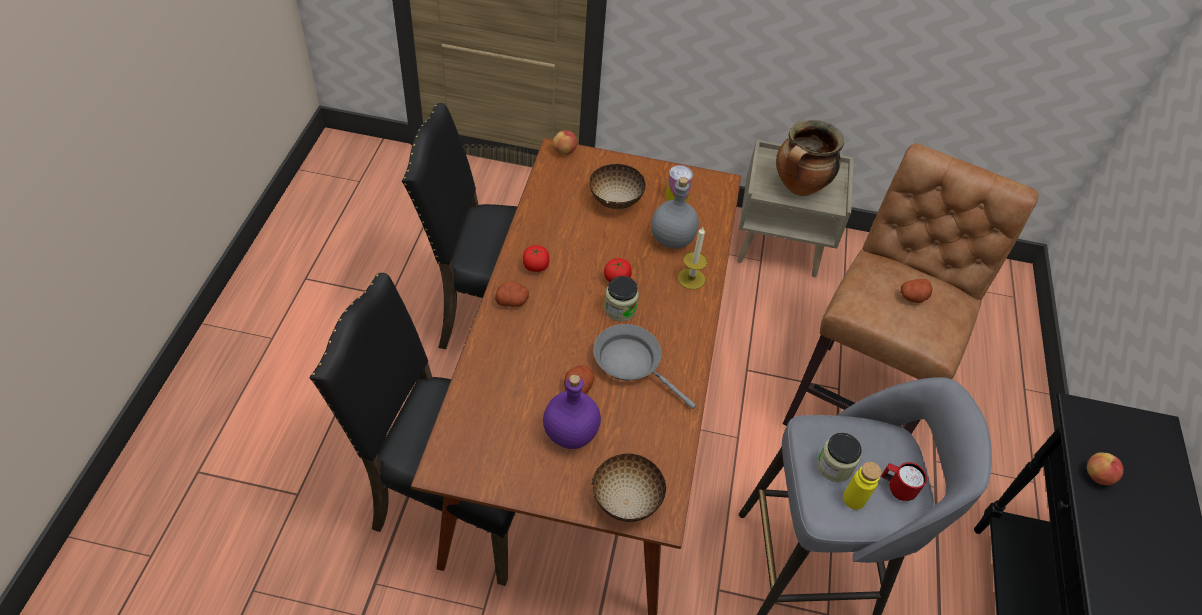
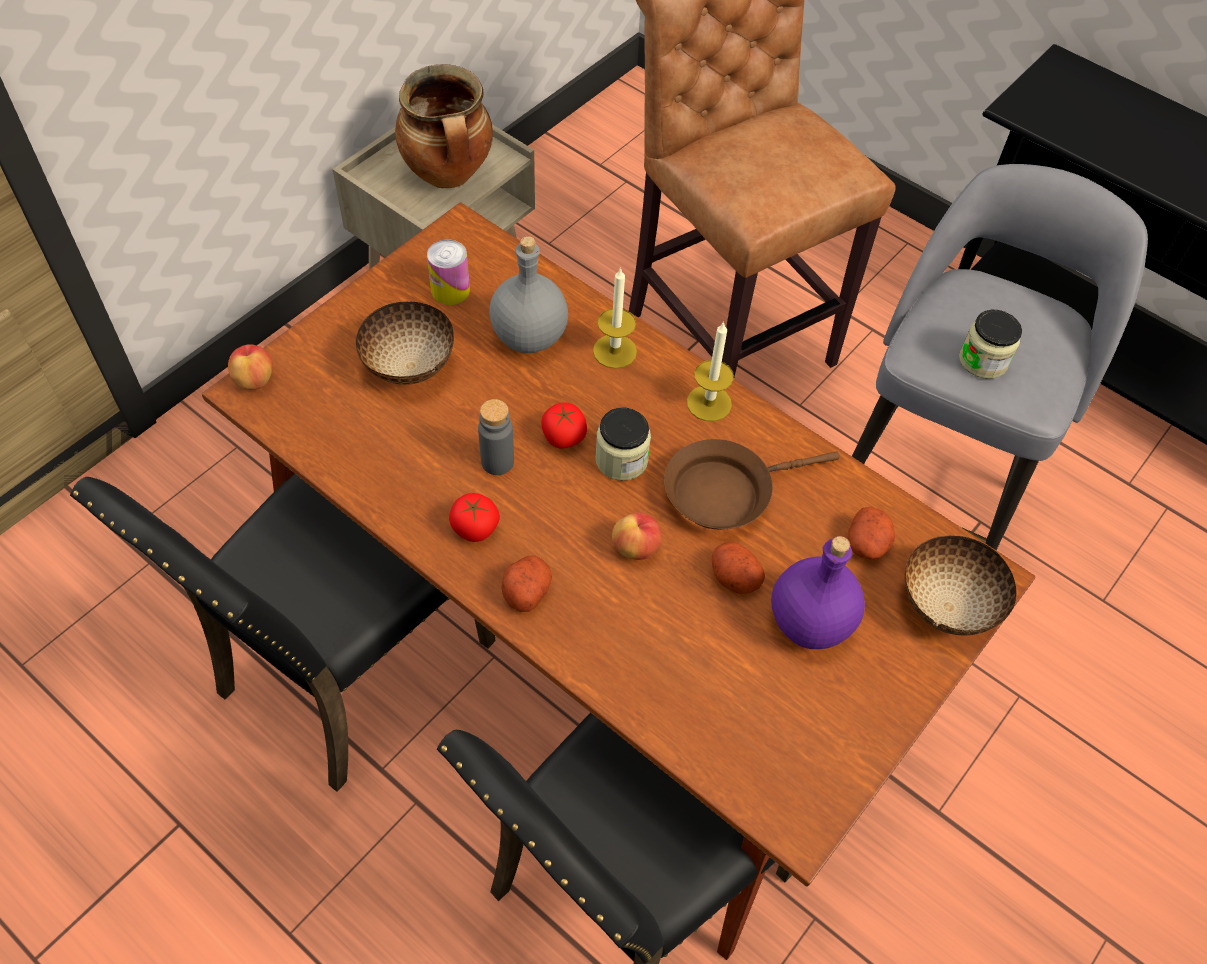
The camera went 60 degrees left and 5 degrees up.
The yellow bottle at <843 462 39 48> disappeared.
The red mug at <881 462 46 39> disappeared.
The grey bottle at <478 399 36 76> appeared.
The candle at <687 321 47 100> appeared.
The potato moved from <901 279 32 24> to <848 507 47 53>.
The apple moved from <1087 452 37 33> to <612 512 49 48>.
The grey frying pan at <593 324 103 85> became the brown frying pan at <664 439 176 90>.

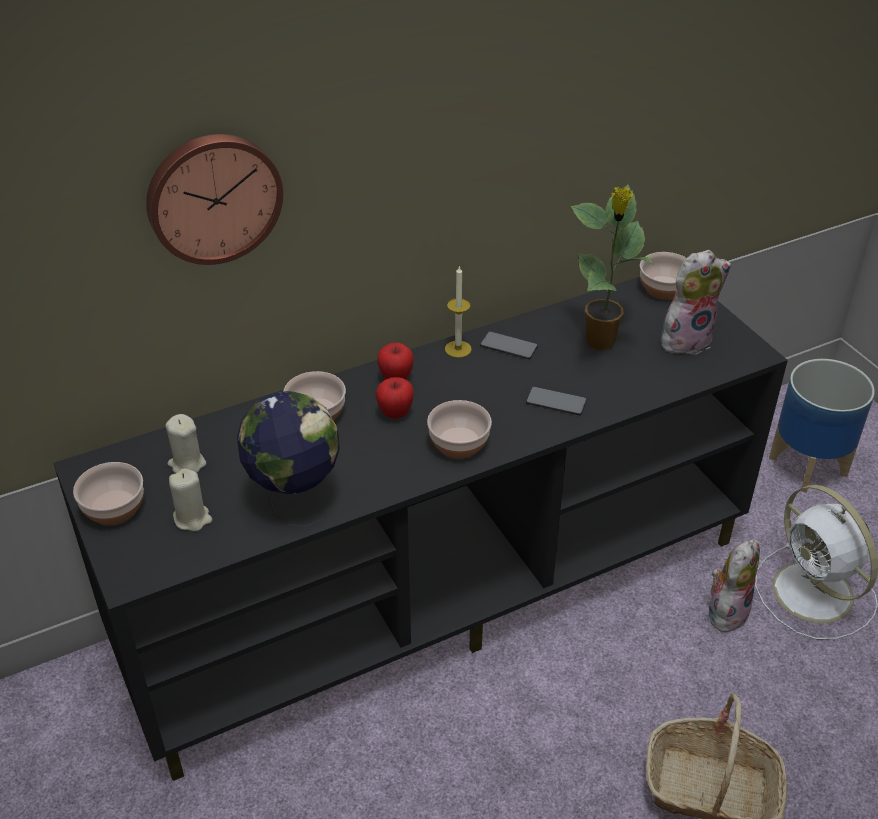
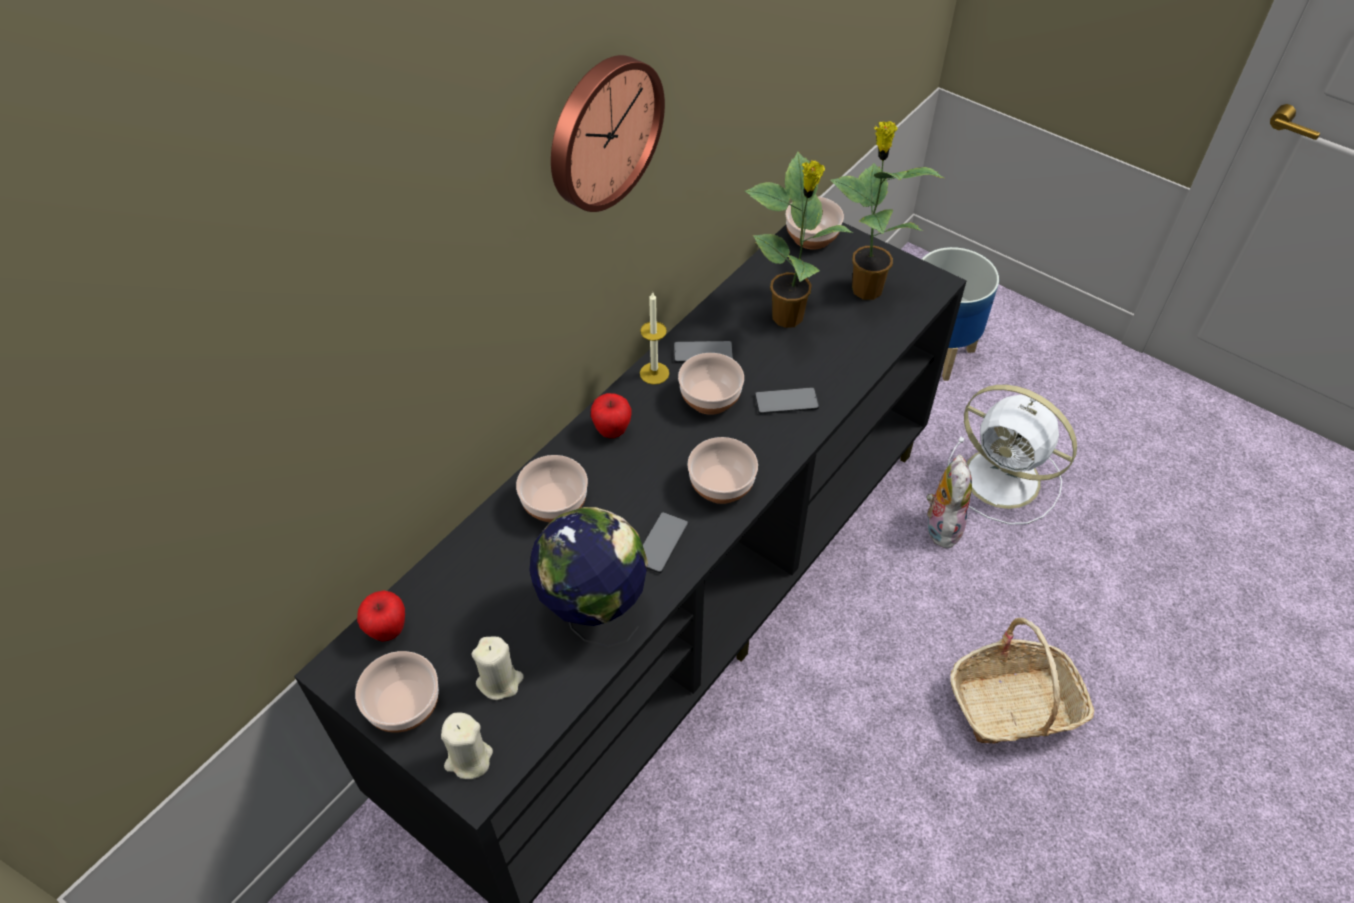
The camera went 25 degrees left and 10 degrees up.
The phone at <643 512 46 61> appeared.
The bowl at <678 353 66 62> appeared.
The wall clock moved from <146 134 137 131> to <551 55 114 157>.
The beige candle moved from <165 414 41 59> to <441 713 52 66>.
The apple moved from <376 377 38 42> to <357 590 48 52>.
The plush toy at <661 250 70 105> was replaced by the potted plant at <830 121 114 179>.

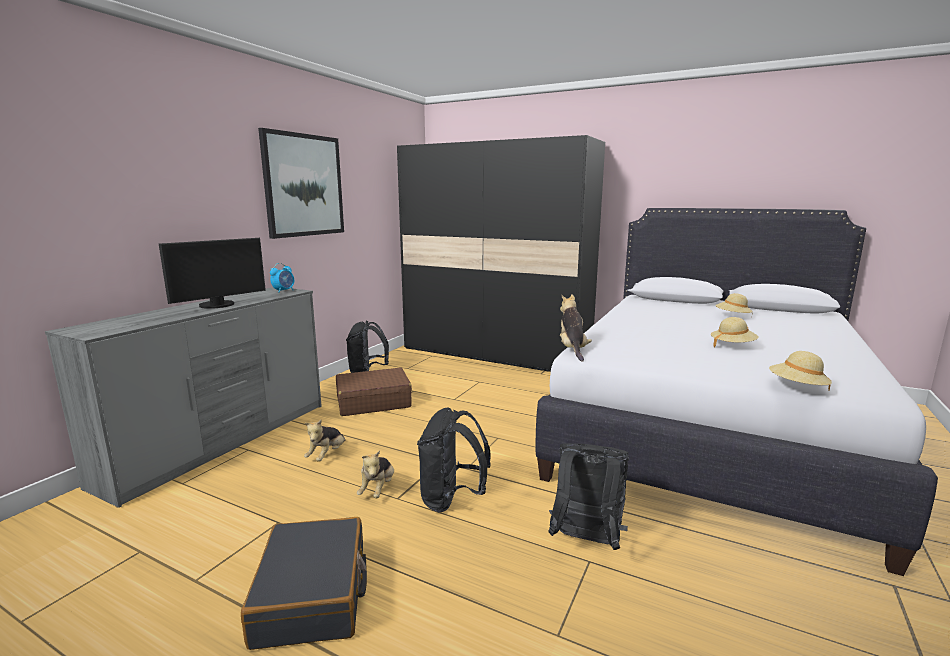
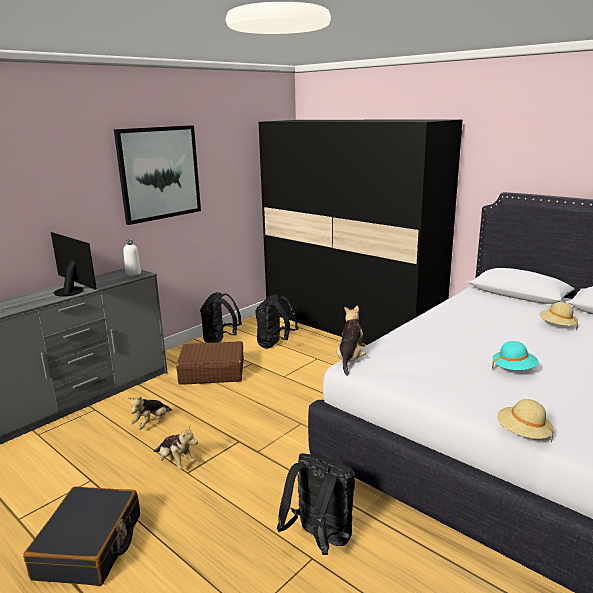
The camera went 15 degrees right and 5 degrees up.
The black backpack moved from <417 408 74 104> to <255 294 43 55>.
The alarm clock at <270 263 24 30> was replaced by the white bottle at <123 239 18 37>.
The beige hat at <711 317 48 30> became the turquoise hat at <492 341 47 29>.
The monitor at <159 238 107 71> turned 105 degrees counterclockwise.
The plush toy at <357 450 37 48> turned 75 degrees counterclockwise.

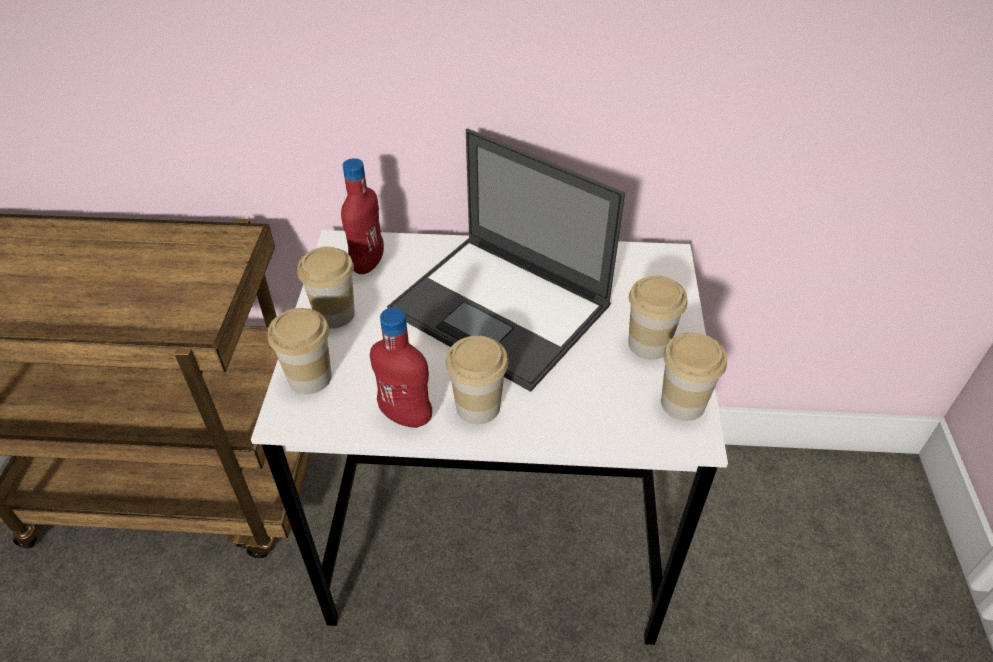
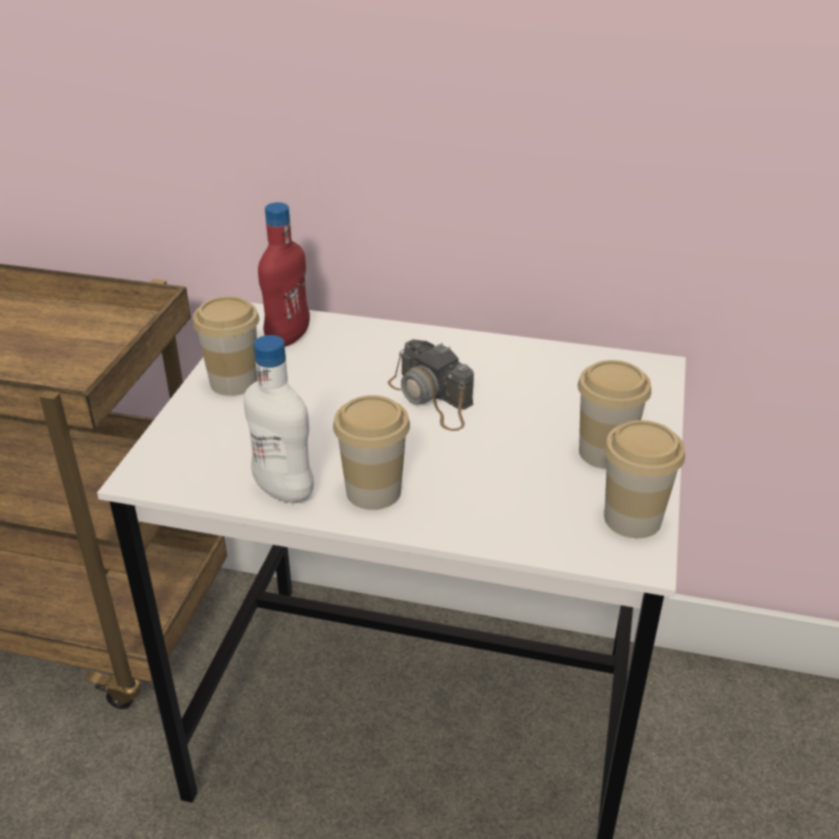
The camera went 10 degrees right and 10 degrees down.
The cup at <268 308 64 86> disappeared.
The laptop at <387 129 238 263> was replaced by the photo camera at <388 339 86 92>.
The red bottle at <370 307 62 121> became the white bottle at <244 335 70 168>.

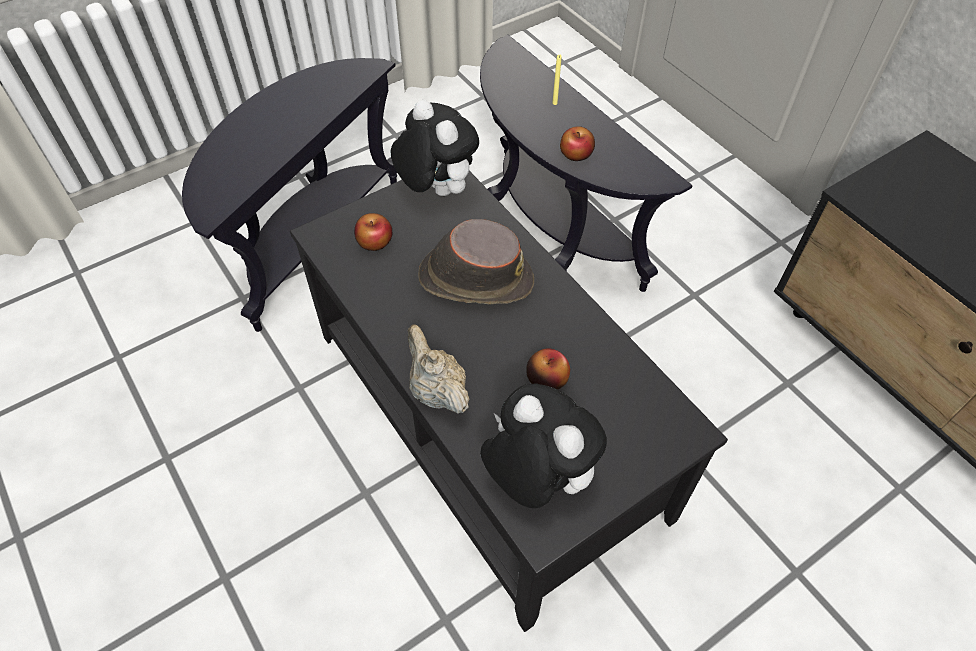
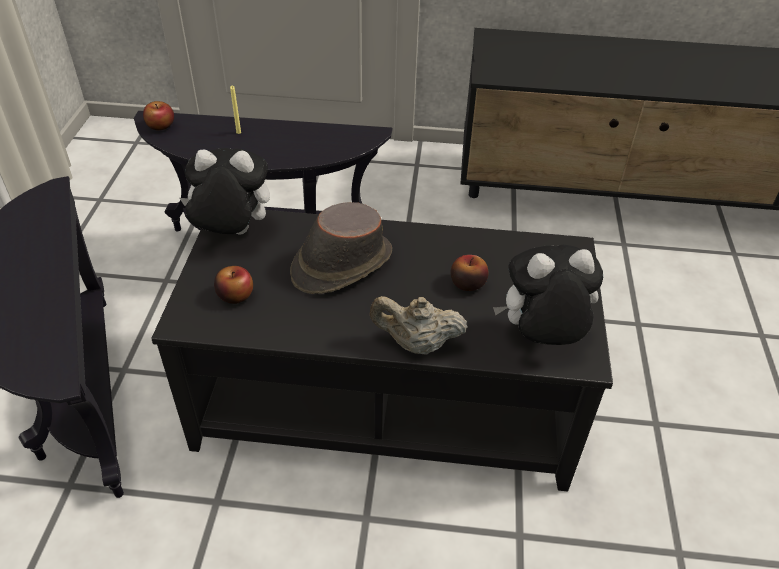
The camera went 50 degrees left and 10 degrees down.
The apple moved from <560 126 35 35> to <143 101 31 29>.

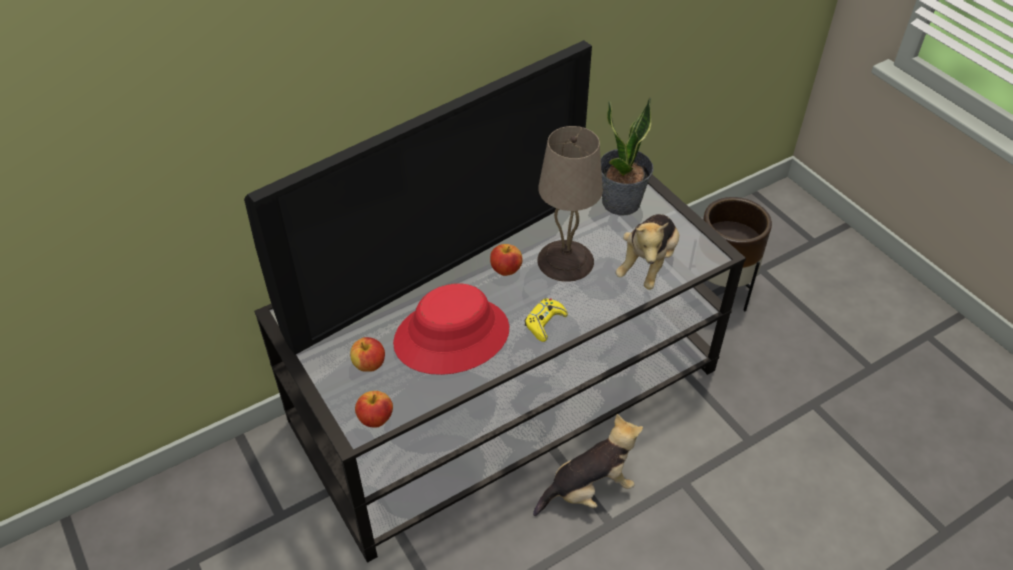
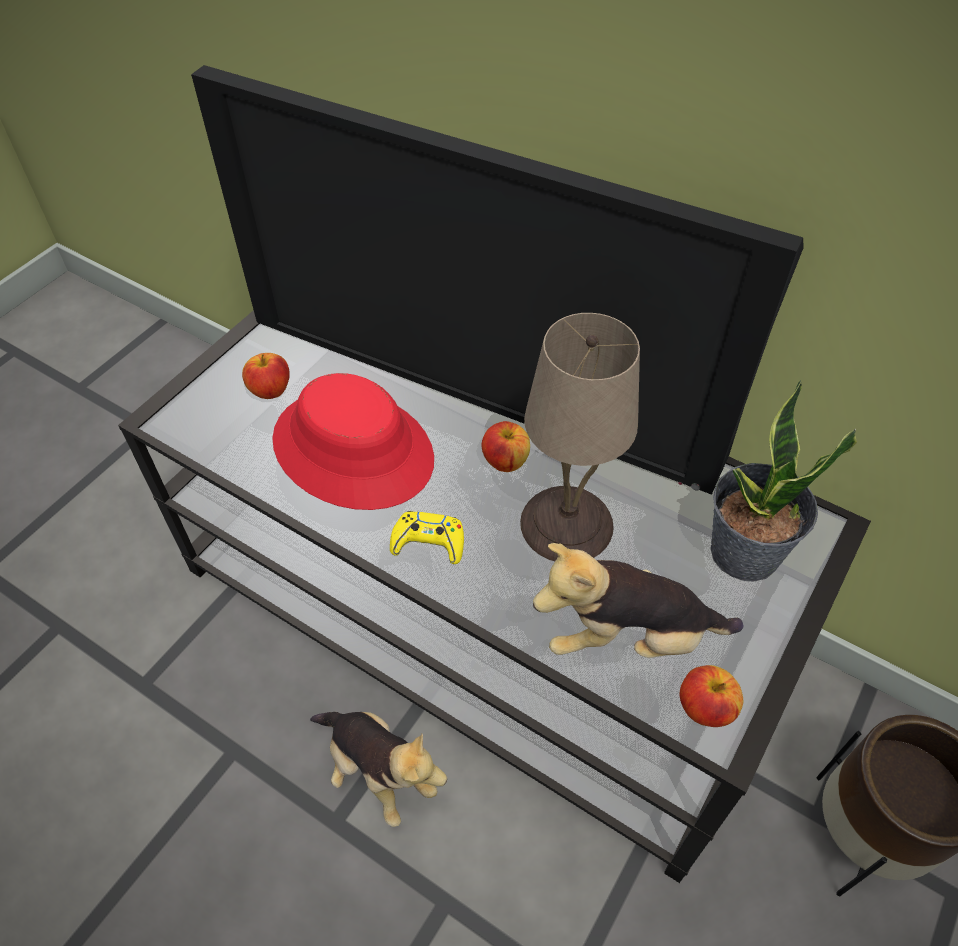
The camera went 65 degrees right and 5 degrees up.
The apple moved from <355 391 38 37> to <680 665 63 62>.

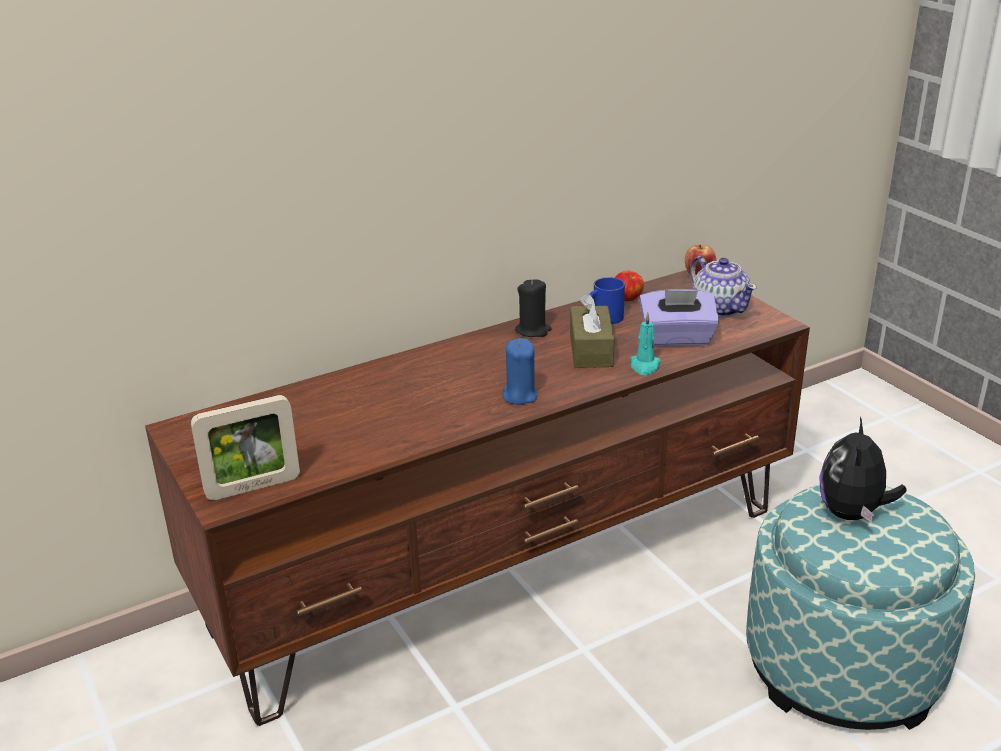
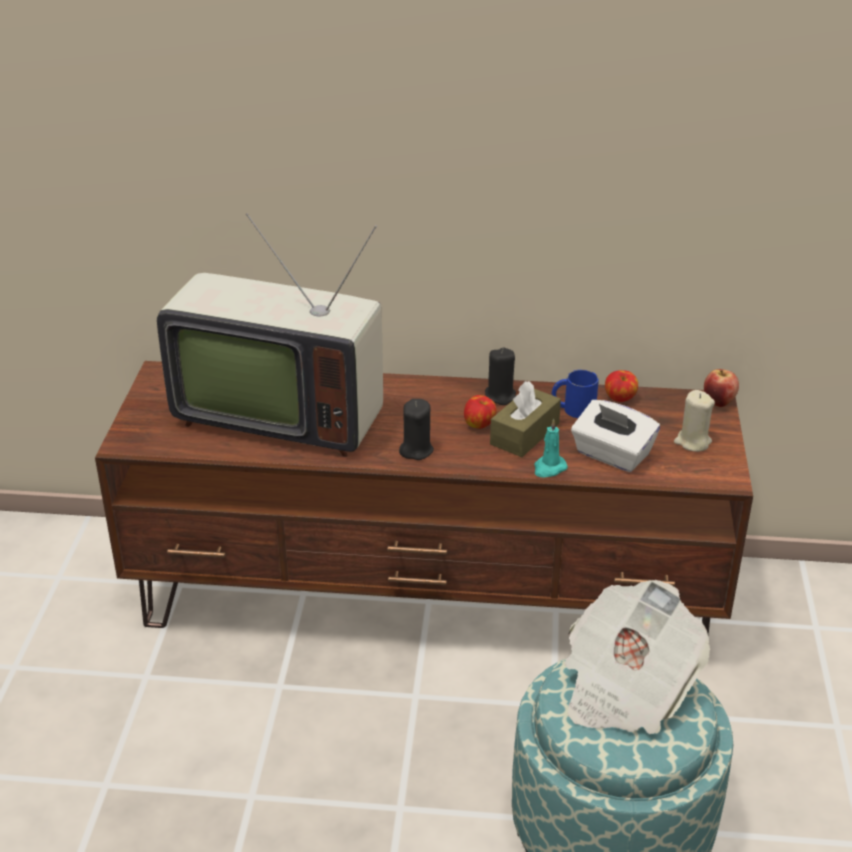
The camera went 35 degrees right and 5 degrees up.
The picture frame at <191 395 109 105> disappeared.
The television at <157 213 226 244> appeared.
The apple at <464 395 33 34> appeared.
The teapot at <690 256 67 61> was replaced by the beige candle at <674 390 41 62>.
The plush toy at <819 417 87 107> was replaced by the newspaper at <564 580 146 154>.
The blue candle at <503 338 35 67> became the black candle at <399 399 35 61>.
The purple tissue box at <639 289 80 57> became the white tissue box at <571 400 89 72>.

